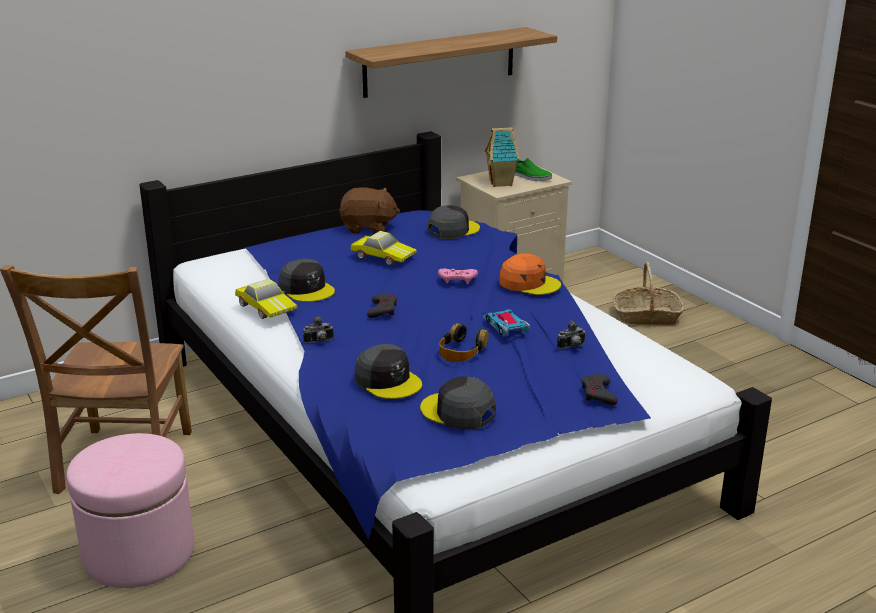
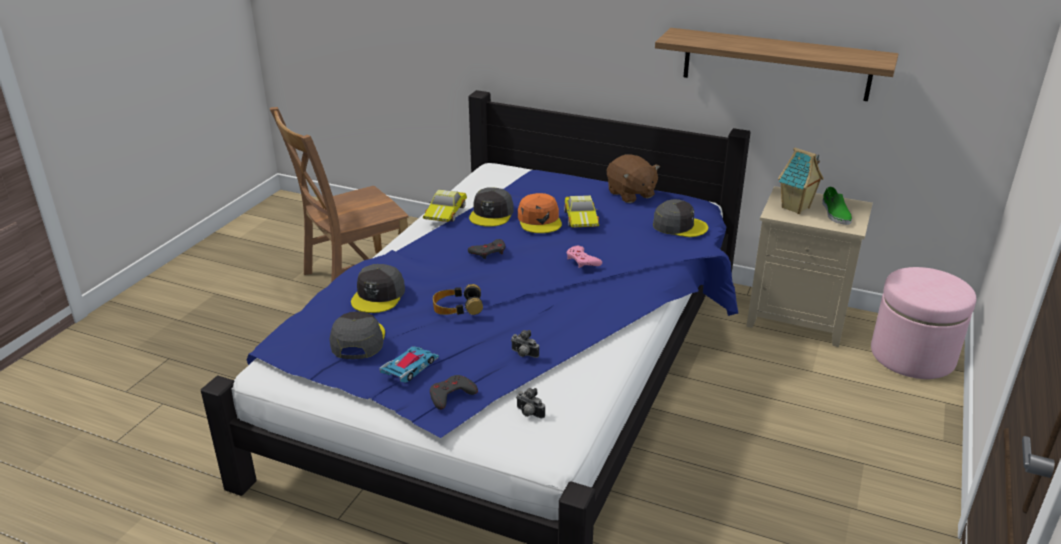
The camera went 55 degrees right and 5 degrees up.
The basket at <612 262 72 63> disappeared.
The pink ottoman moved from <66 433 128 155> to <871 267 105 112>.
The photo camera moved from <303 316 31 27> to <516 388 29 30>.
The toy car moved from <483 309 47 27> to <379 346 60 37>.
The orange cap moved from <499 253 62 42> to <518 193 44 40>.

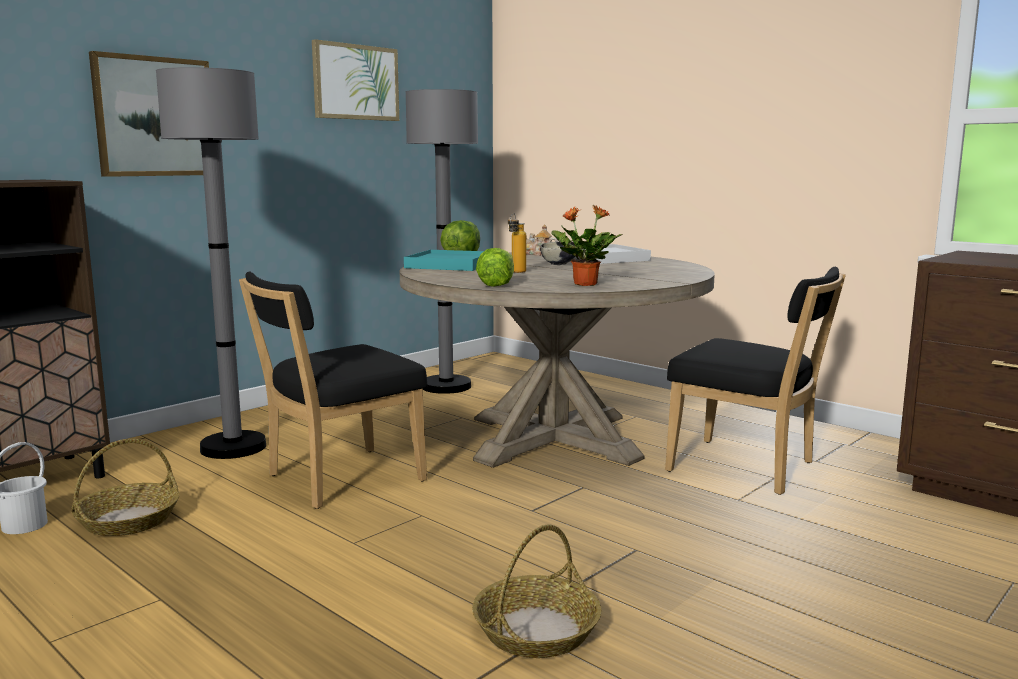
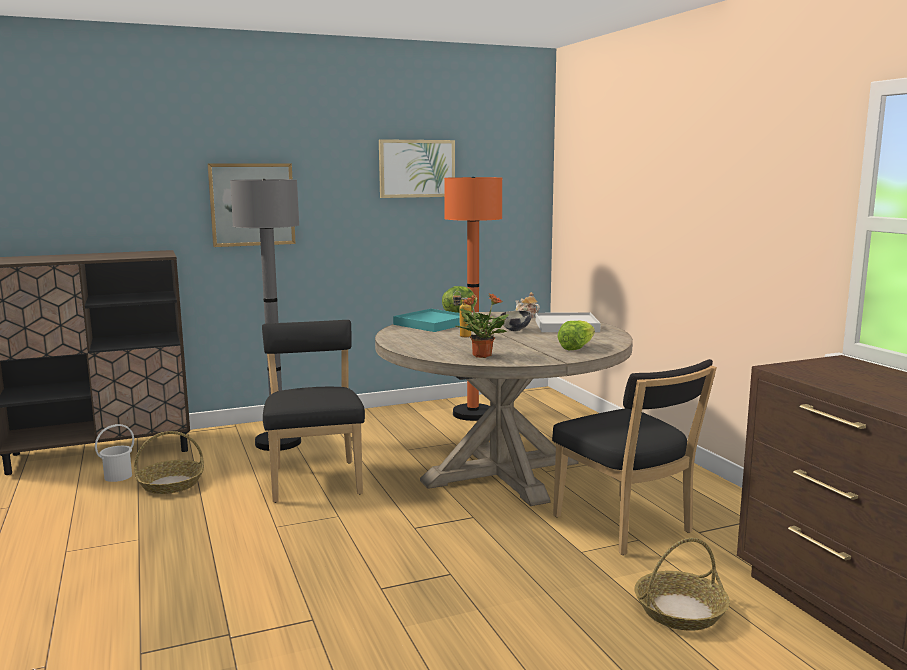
The camera went 25 degrees right and 0 degrees up.
The basket moved from <472 524 129 134> to <635 538 95 93>.
The lettuce moved from <476 248 38 39> to <557 321 38 29>.
The grey floor lamp at <406 89 72 305> became the orange floor lamp at <444 177 58 244>.
The black chair at <239 271 189 238> turned 90 degrees clockwise.

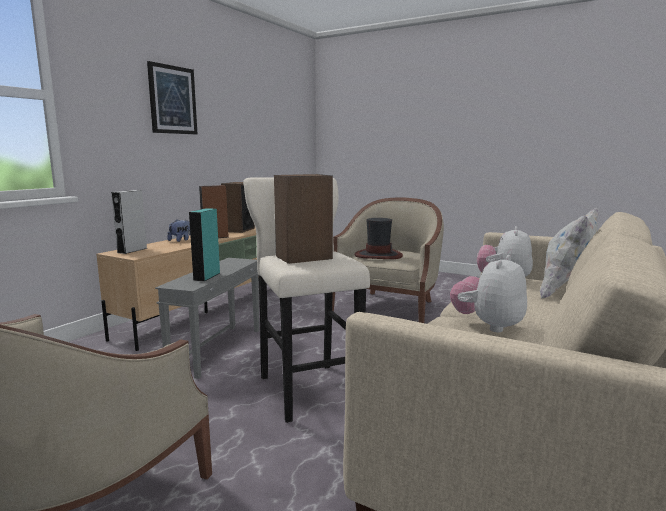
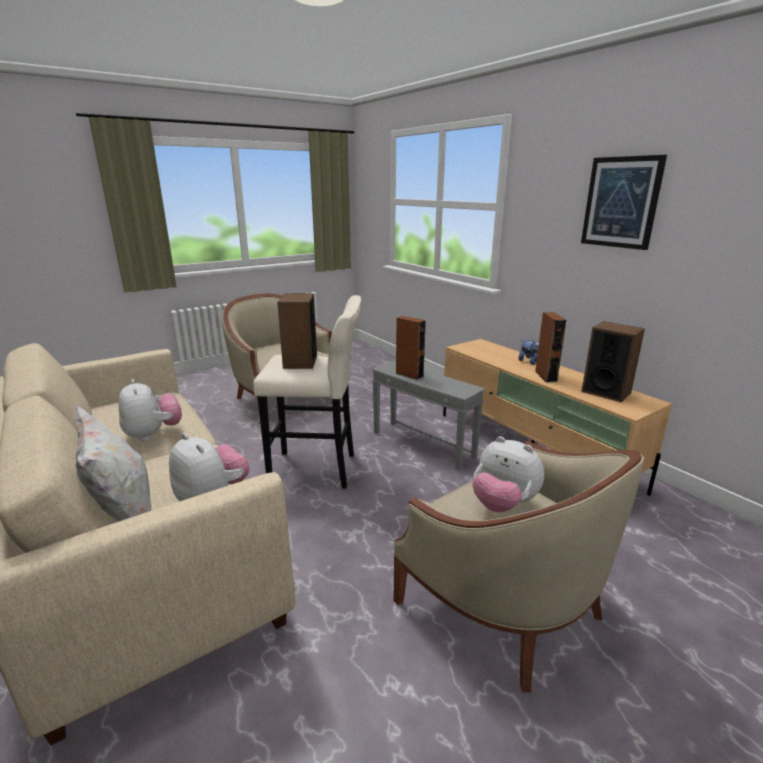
The camera went 115 degrees right and 10 degrees up.
The grey speaker at <111 190 37 64> disappeared.
The hat at <355 218 48 41> was replaced by the plush toy at <473 436 71 76>.
The turquoise speaker at <189 208 31 73> became the brown speaker at <396 316 30 64>.

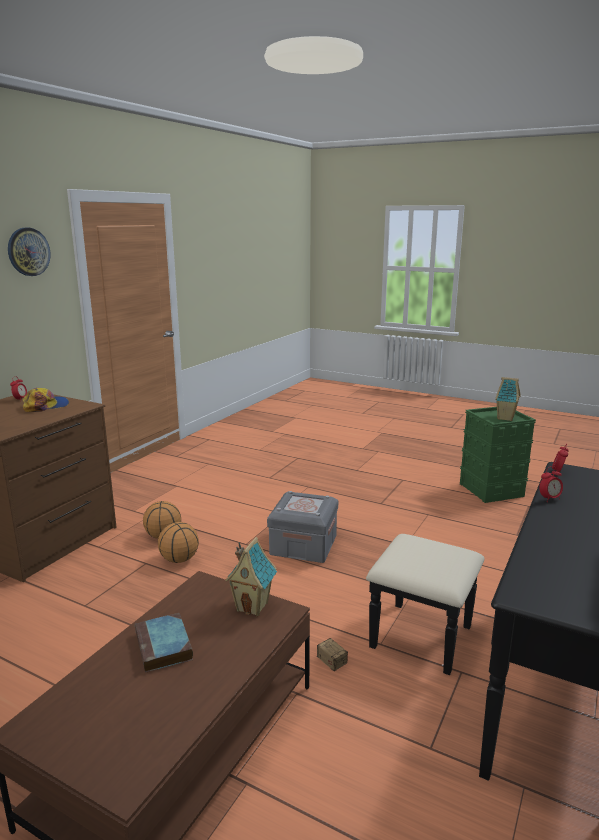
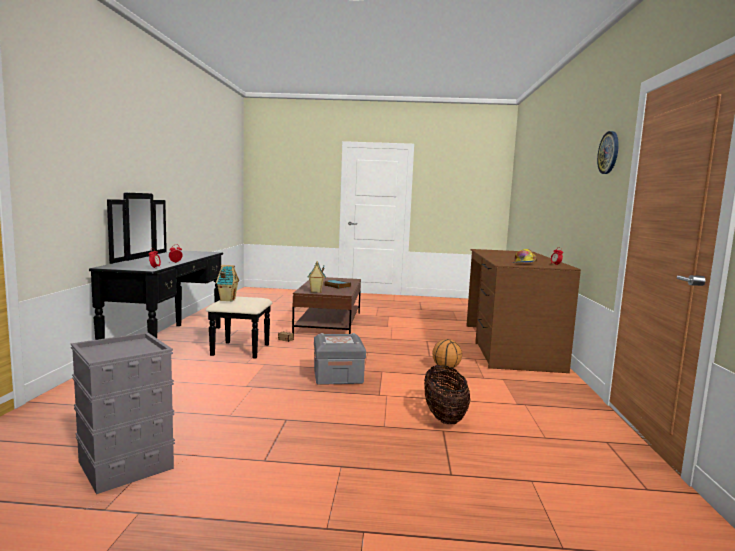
The camera went 155 degrees right and 10 degrees down.
The basketball at <158 522 41 41> disappeared.
The basket at <424 365 46 59> appeared.
The toy house moved from <495 377 26 44> to <216 265 23 37>.
The green storage box at <460 407 76 96> became the grey storage box at <71 332 104 162>.

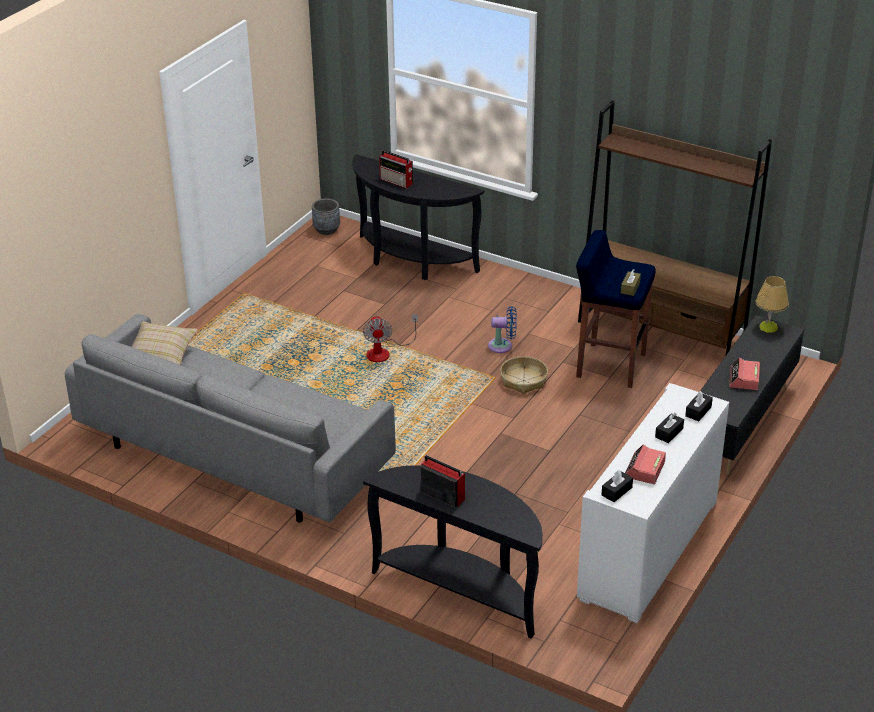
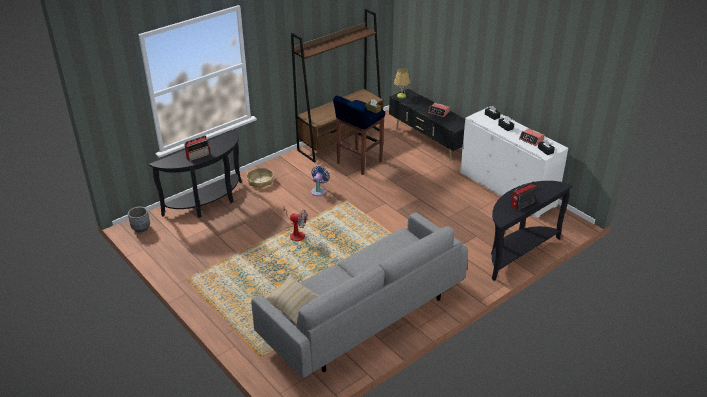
The camera went 70 degrees left and 0 degrees up.
The basket moved from <500 356 48 38> to <247 168 27 21>.

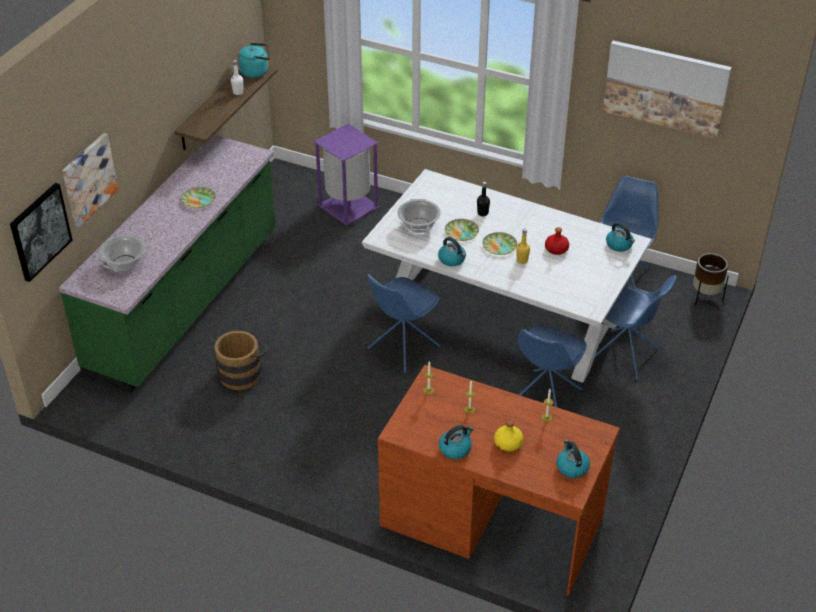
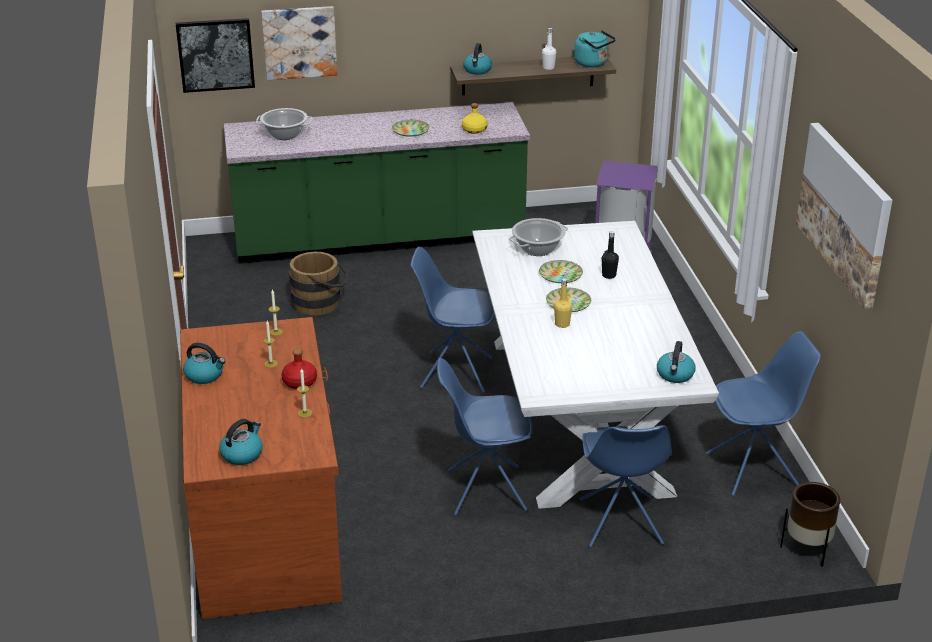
The camera went 55 degrees right and 10 degrees down.
The kettle moved from <438 237 28 29> to <463 43 29 32>.
The yellow bottle moved from <494 420 30 32> to <462 103 26 31>.
The red bottle moved from <545 227 24 28> to <282 348 35 41>.

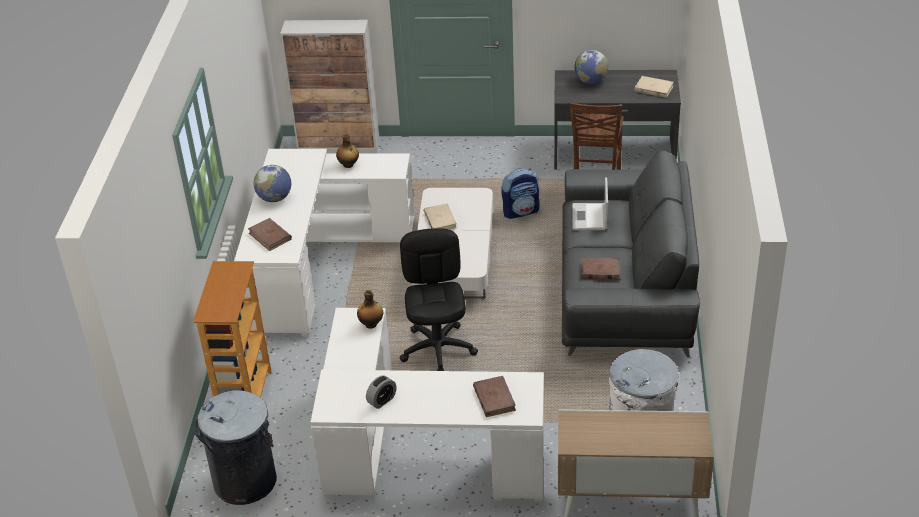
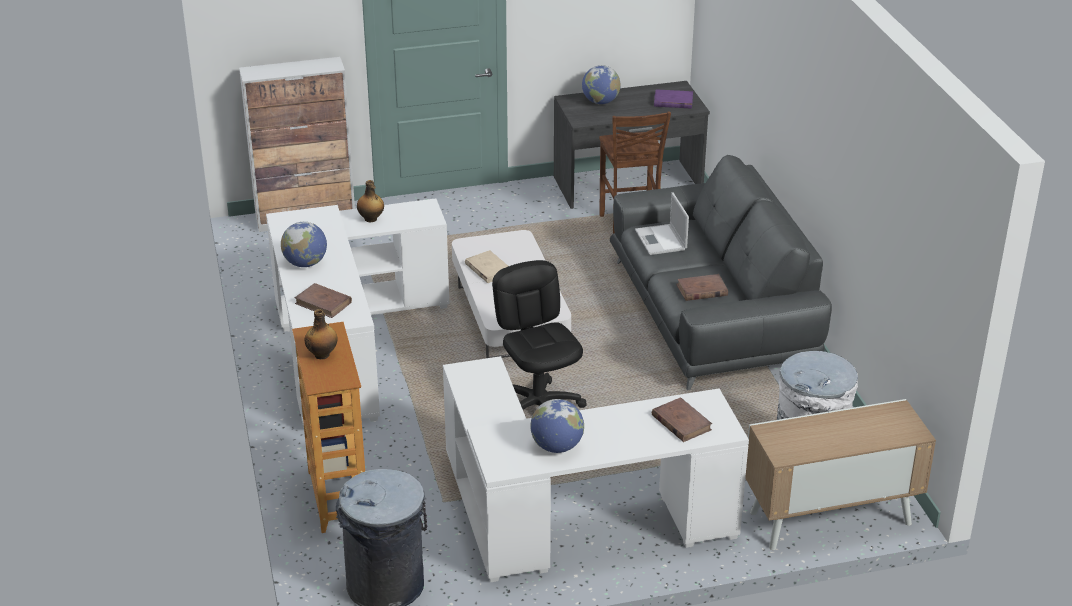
The camera went 20 degrees left and 5 degrees down.
The backpack at <501 168 39 51> disappeared.
The bottle moved from <357 290 26 39> to <305 309 32 50>.
The alarm clock at <366 375 30 34> was replaced by the globe at <530 399 54 54>.
The beige book at <634 76 40 22> became the purple book at <654 89 39 20>.

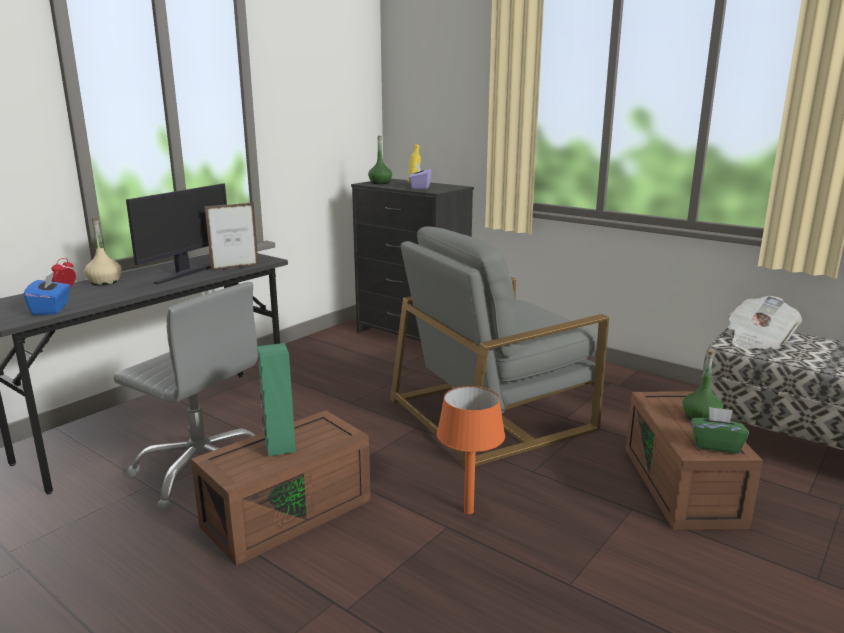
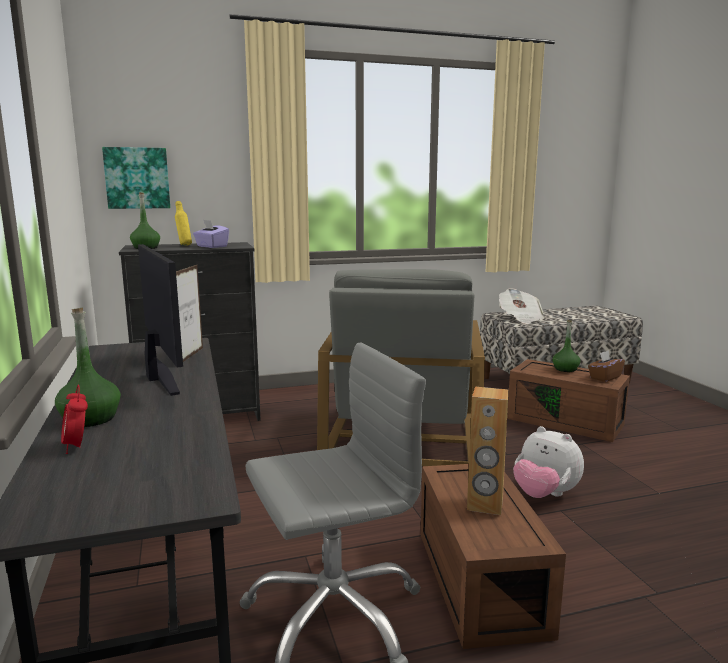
The camera went 55 degrees left and 5 degrees down.
The blue tissue box at <24 272 46 43> disappeared.
The picture at <102 147 68 62> appeared.
The orange table lamp at <437 386 68 128> was replaced by the plush toy at <513 426 71 72>.
The beige bottle at <84 219 38 66> became the green bottle at <55 308 66 119>.
The green speaker at <257 343 39 113> became the brown speaker at <467 387 41 128>.
The green tissue box at <691 407 58 46> became the brown tissue box at <588 350 37 32>.

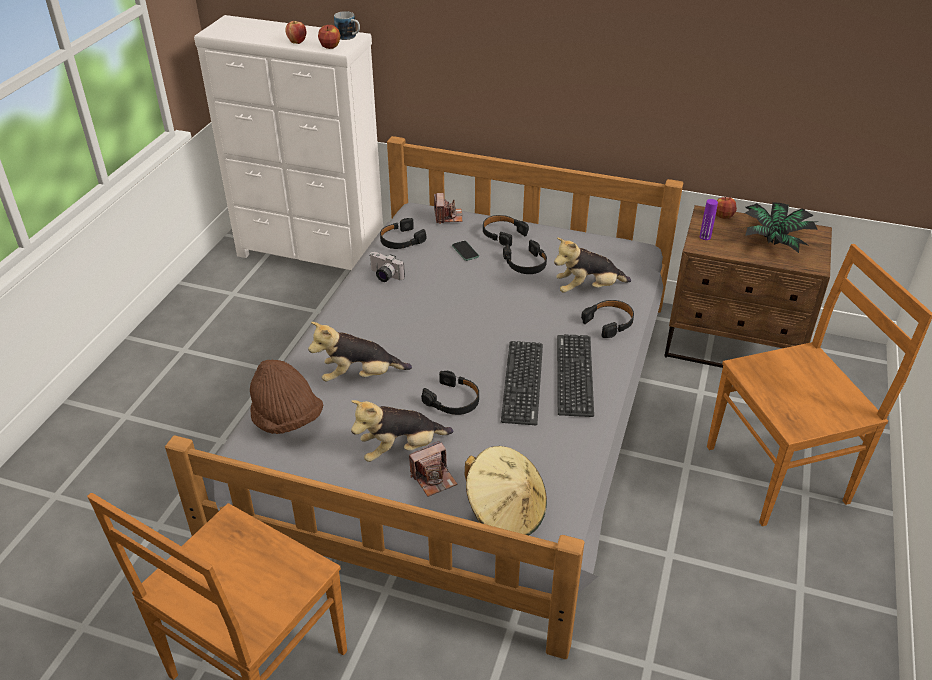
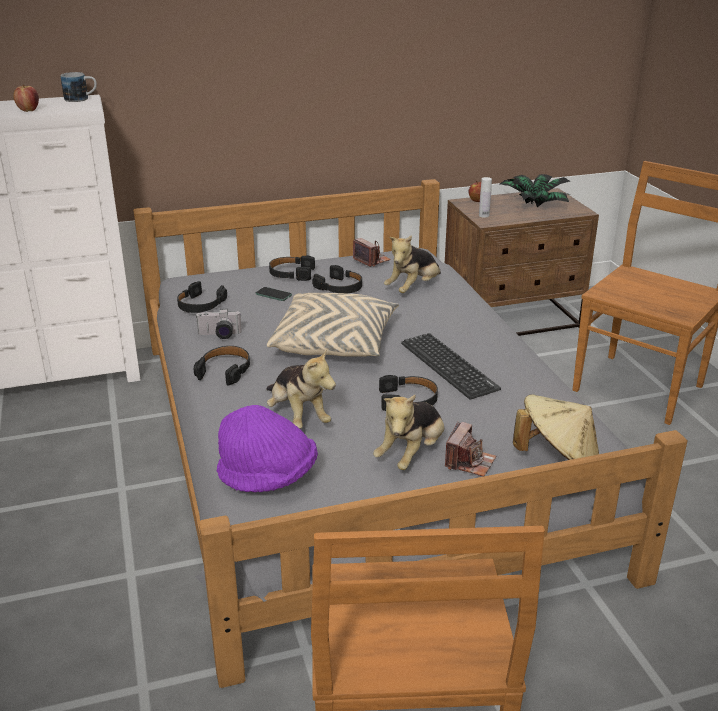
The camera went 35 degrees left and 10 degrees down.
The apple at <318 25 22 24> disappeared.
The keyboard at <557 334 37 83> disappeared.
The beige pillow at <267 293 132 64> appeared.
The photo camera moved from <434 193 29 31> to <353 238 38 29>.
The black headphones moved from <581 300 53 38> to <194 346 56 40>.
The brown hat at <250 360 73 74> became the purple hat at <217 405 101 87>.
The purple bottle at <700 199 18 41> became the white bottle at <479 177 13 41>.
The plush toy at <308 322 104 59> turned 75 degrees counterclockwise.

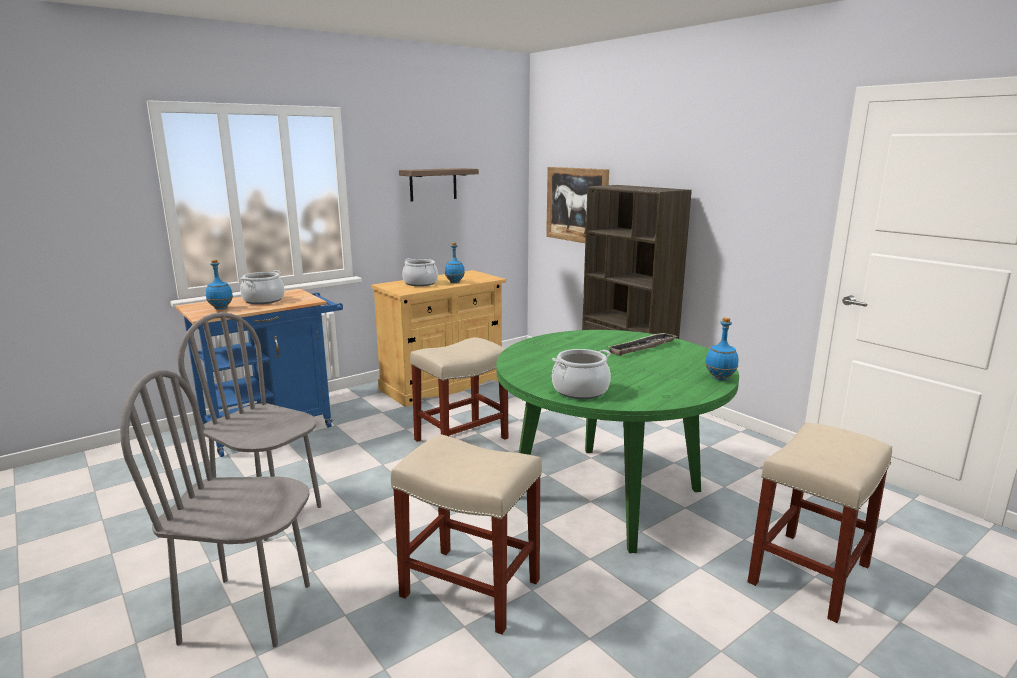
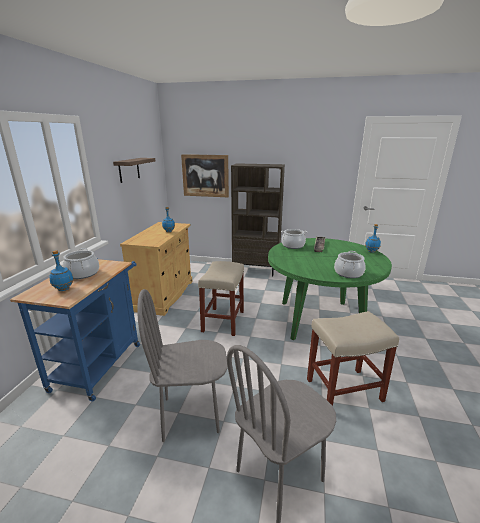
The camera went 40 degrees left and 5 degrees up.
The beige stool at <748 422 144 201> disappeared.
The cooking pot moved from <402 258 36 28> to <281 229 26 20>.

